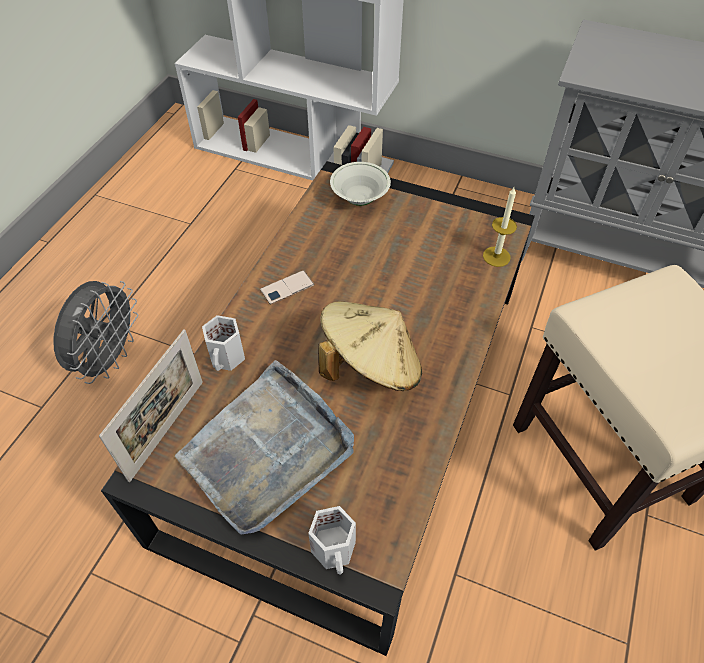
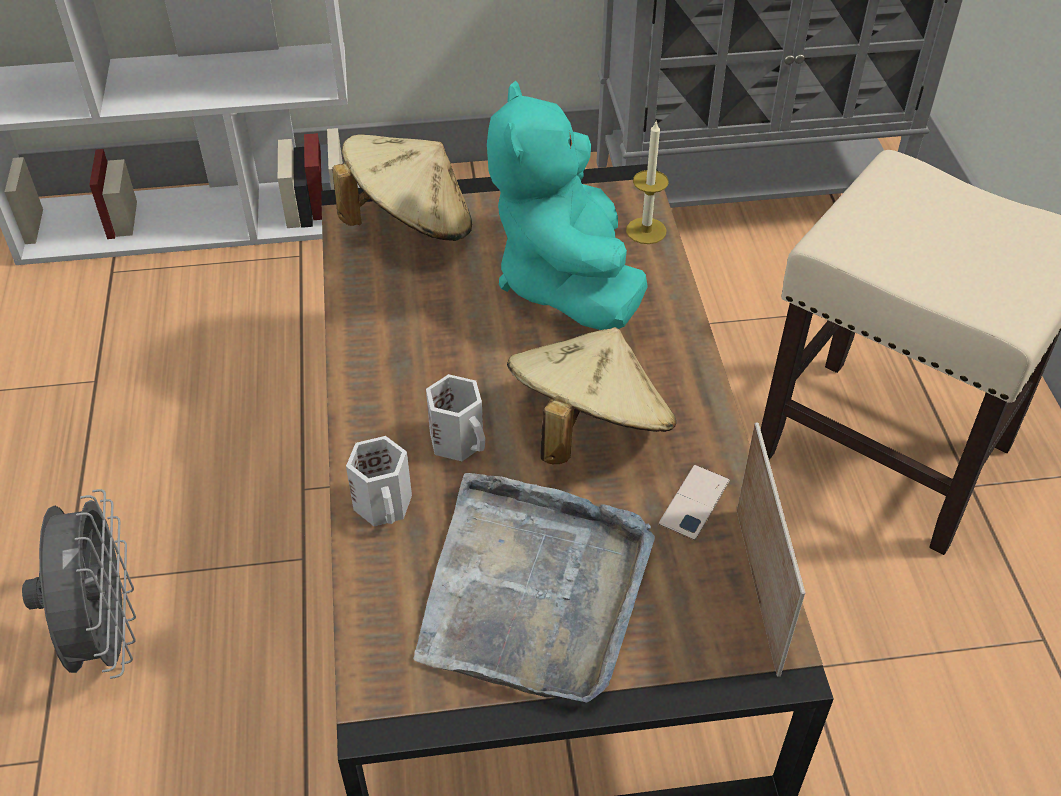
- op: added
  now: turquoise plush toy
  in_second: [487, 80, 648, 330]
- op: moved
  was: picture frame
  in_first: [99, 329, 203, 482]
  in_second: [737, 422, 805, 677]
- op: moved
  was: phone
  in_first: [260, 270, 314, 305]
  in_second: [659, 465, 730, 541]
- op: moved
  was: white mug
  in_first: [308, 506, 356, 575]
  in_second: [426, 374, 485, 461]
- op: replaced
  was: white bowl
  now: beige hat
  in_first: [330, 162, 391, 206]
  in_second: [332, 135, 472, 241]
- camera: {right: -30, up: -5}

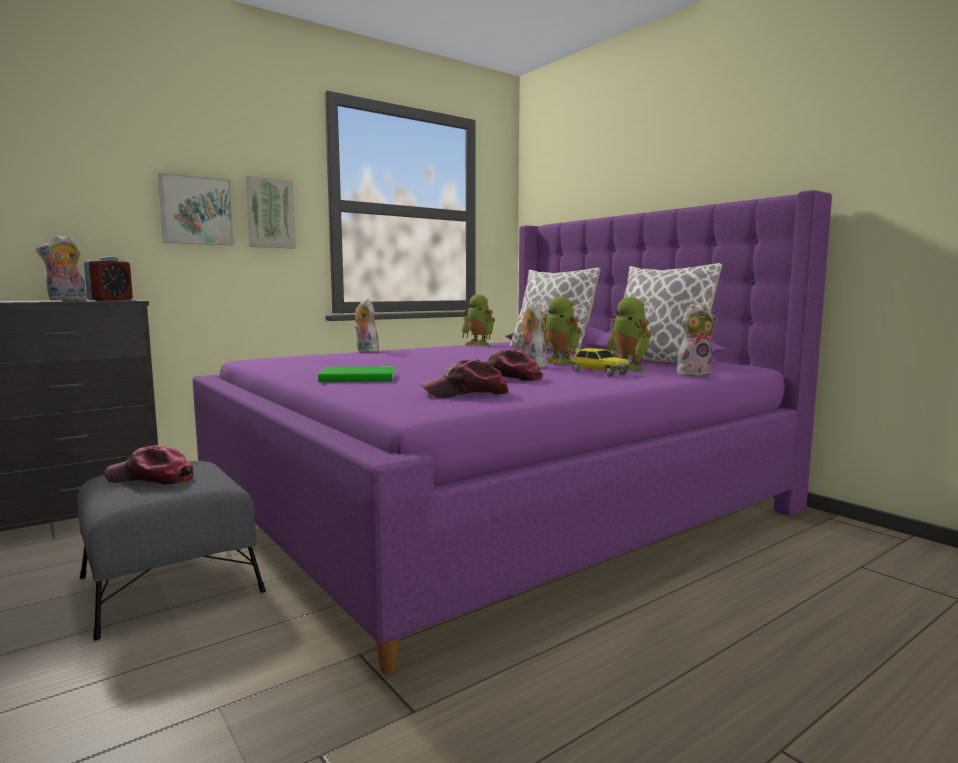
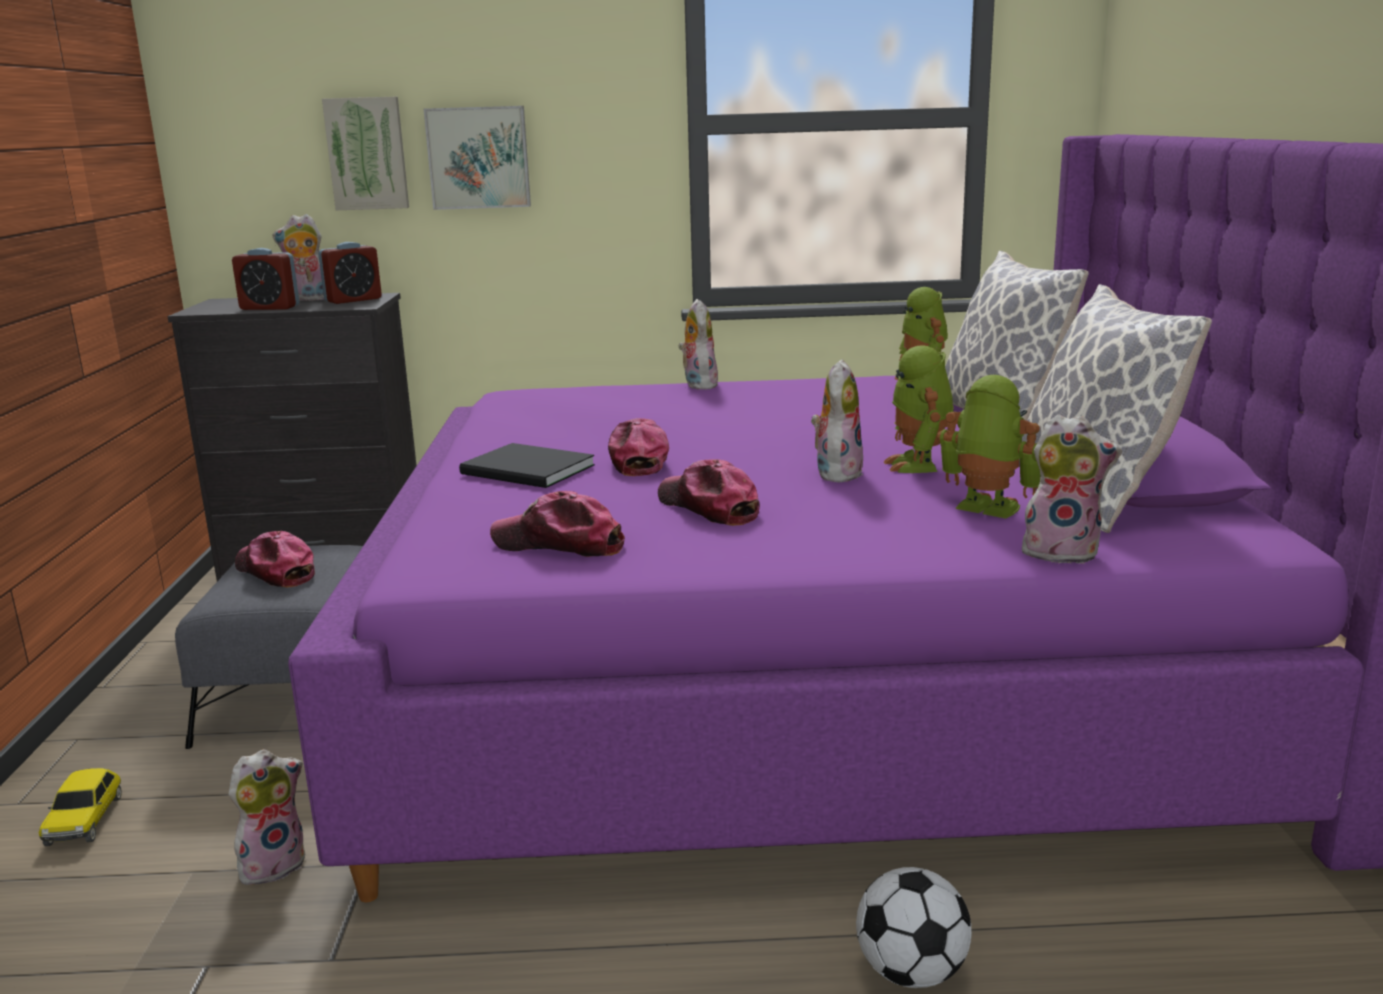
- op: added
  now: plush toy
  in_second: [228, 749, 305, 885]
- op: added
  now: alarm clock
  in_second: [232, 248, 299, 310]
- op: added
  now: cap
  in_second: [608, 418, 669, 476]
- op: added
  now: football
  in_second: [856, 867, 972, 988]
- op: moved
  was: picture
  in_first: [245, 176, 296, 249]
  in_second: [322, 97, 409, 210]
- op: moved
  was: toy car
  in_first: [570, 348, 630, 376]
  in_second: [39, 768, 122, 846]
- op: recoloured
  was: green book
  now: black book
  in_first: [318, 366, 395, 382]
  in_second: [459, 443, 595, 488]
- op: turned
  was: toy robot
  in_first: [607, 297, 652, 371]
  in_second: [937, 375, 1040, 519]
  clockwise: 120
- camera: {right: 35, up: 10}

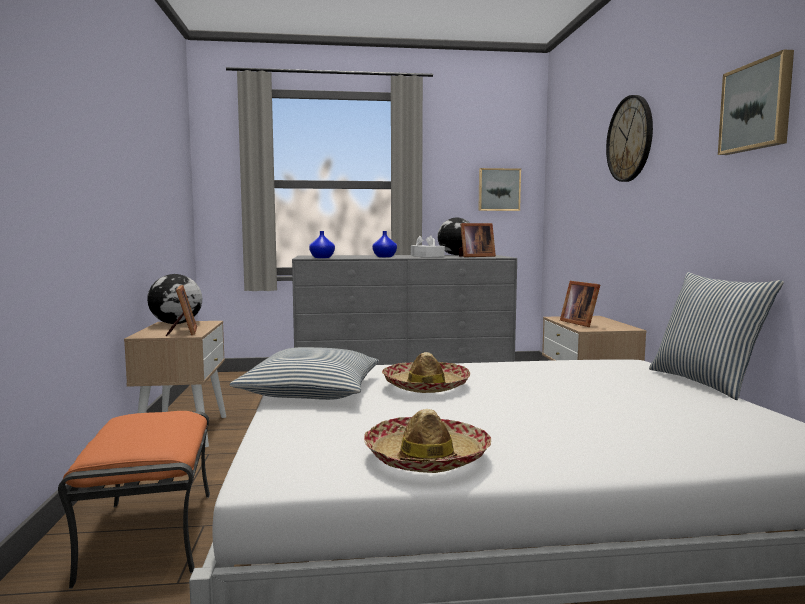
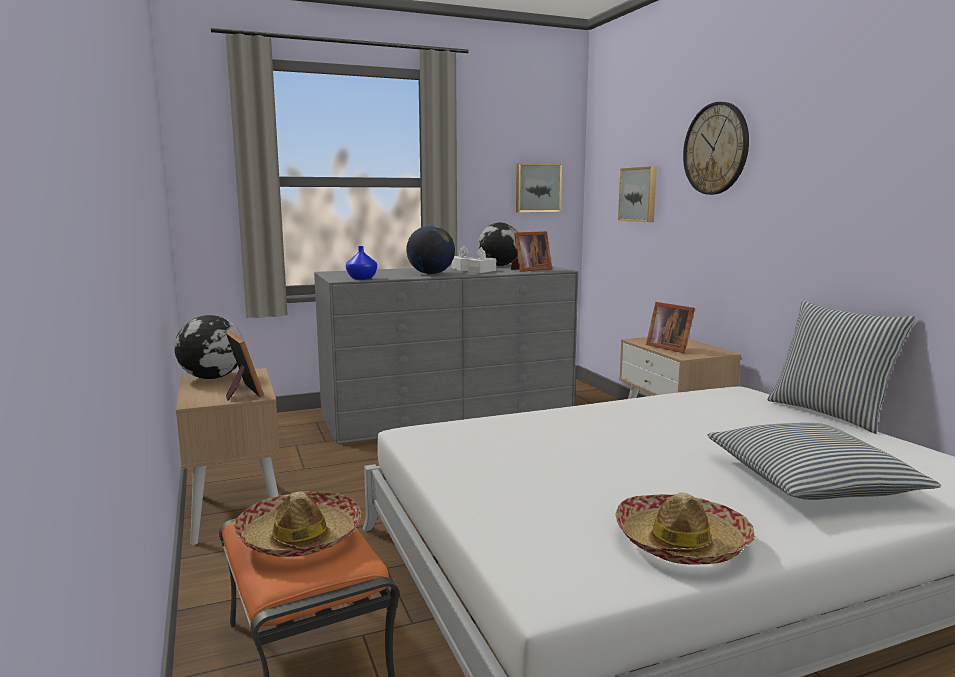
- op: moved
  was: pillow
  in_first: [229, 347, 379, 400]
  in_second: [707, 423, 941, 500]
- op: moved
  was: hat
  in_first: [382, 352, 470, 393]
  in_second: [233, 491, 361, 557]
- op: moved
  was: picture
  in_first: [718, 50, 794, 155]
  in_second: [618, 166, 657, 222]
- op: replaced
  was: blue vase
  now: globe
  in_first: [372, 231, 397, 257]
  in_second: [406, 226, 455, 274]
- camera: {right: -15, up: 5}

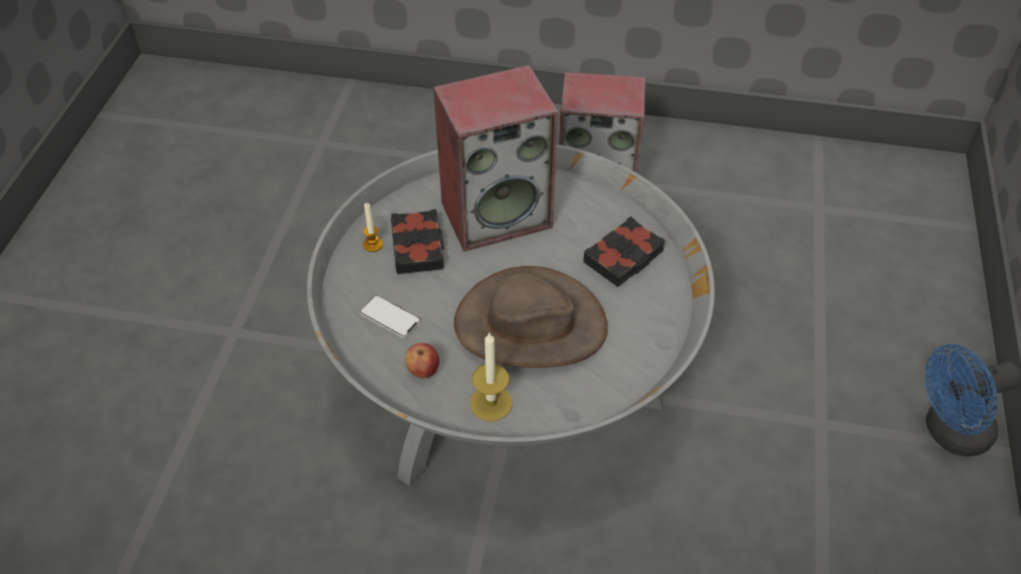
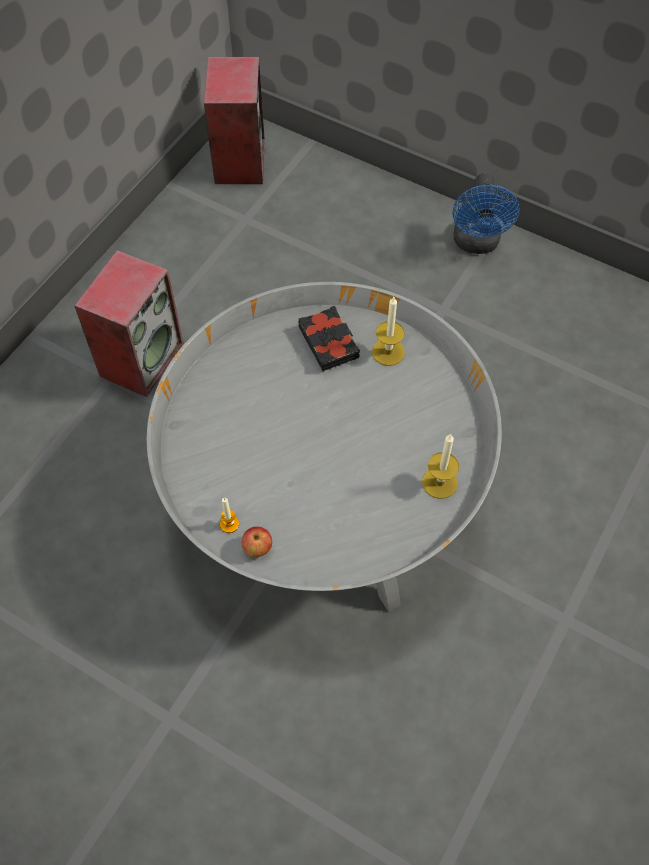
- op: removed
  was: phone
  in_first: [359, 295, 421, 338]
- op: removed
  was: black book
  in_first: [391, 209, 444, 274]
- op: removed
  was: brown hat
  in_first: [454, 266, 608, 368]
- op: added
  now: candle
  in_second: [372, 297, 405, 366]
- op: moved
  was: apple
  in_first: [405, 343, 439, 378]
  in_second: [242, 526, 272, 557]
- op: moved
  was: speaker
  in_first: [433, 65, 558, 252]
  in_second: [204, 57, 265, 184]
- camera: {right: -70, up: 10}

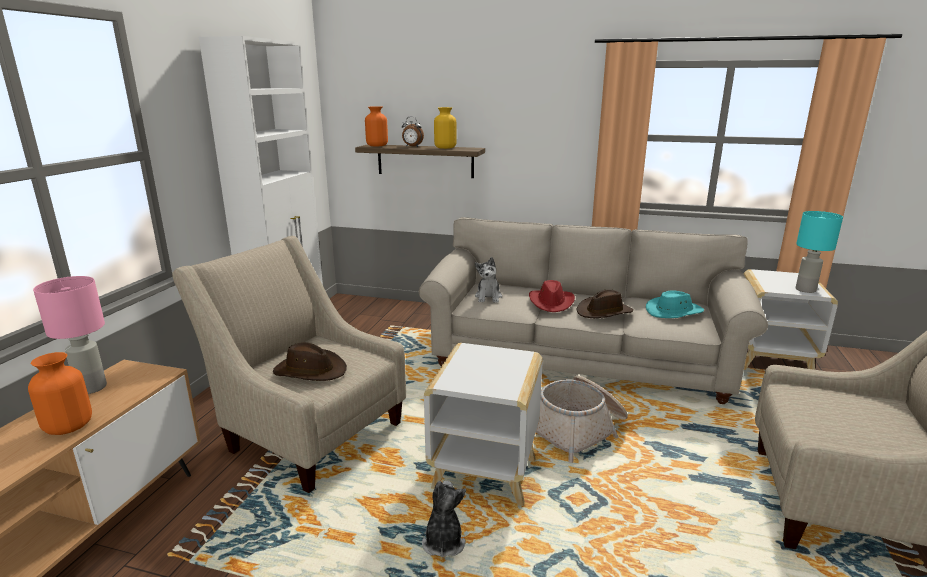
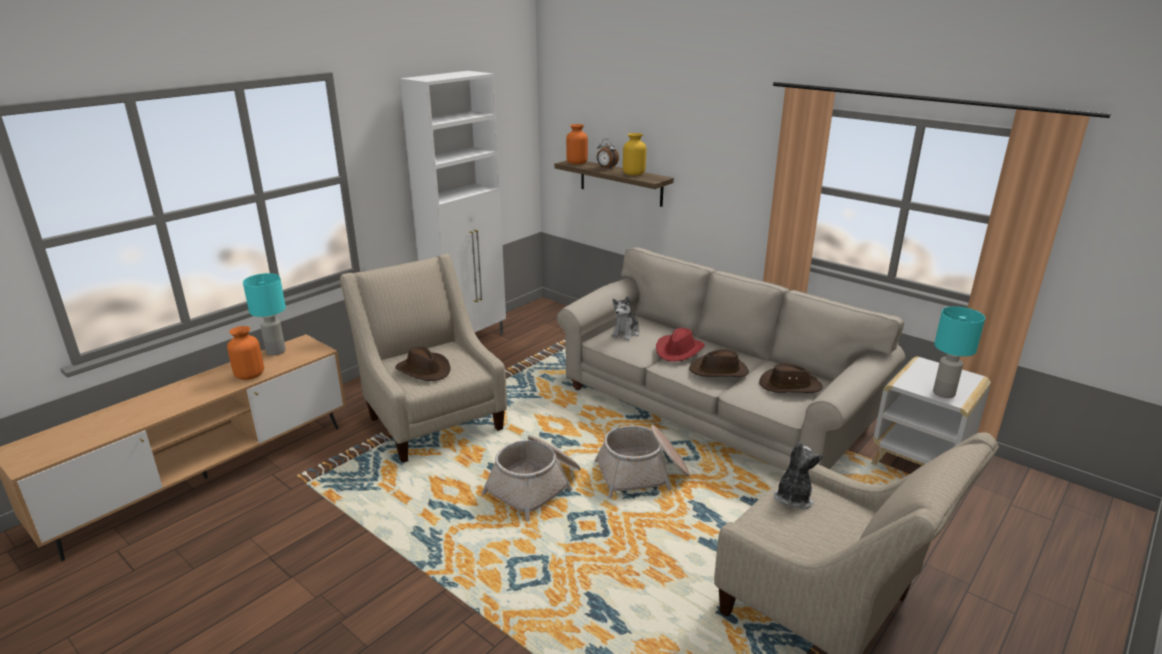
- op: moved
  was: plush toy
  in_first: [422, 481, 466, 557]
  in_second: [774, 442, 823, 510]
- op: replaced
  was: white side table
  now: basket
  in_first: [424, 343, 543, 506]
  in_second: [481, 435, 580, 521]
- op: recoloured
  was: pink table lamp
  now: turquoise table lamp
  in_first: [33, 276, 107, 394]
  in_second: [243, 273, 286, 355]
- op: recoloured
  was: turquoise hat
  now: brown hat
  in_first: [646, 291, 704, 318]
  in_second: [759, 363, 823, 393]
- camera: {right: 25, up: 5}

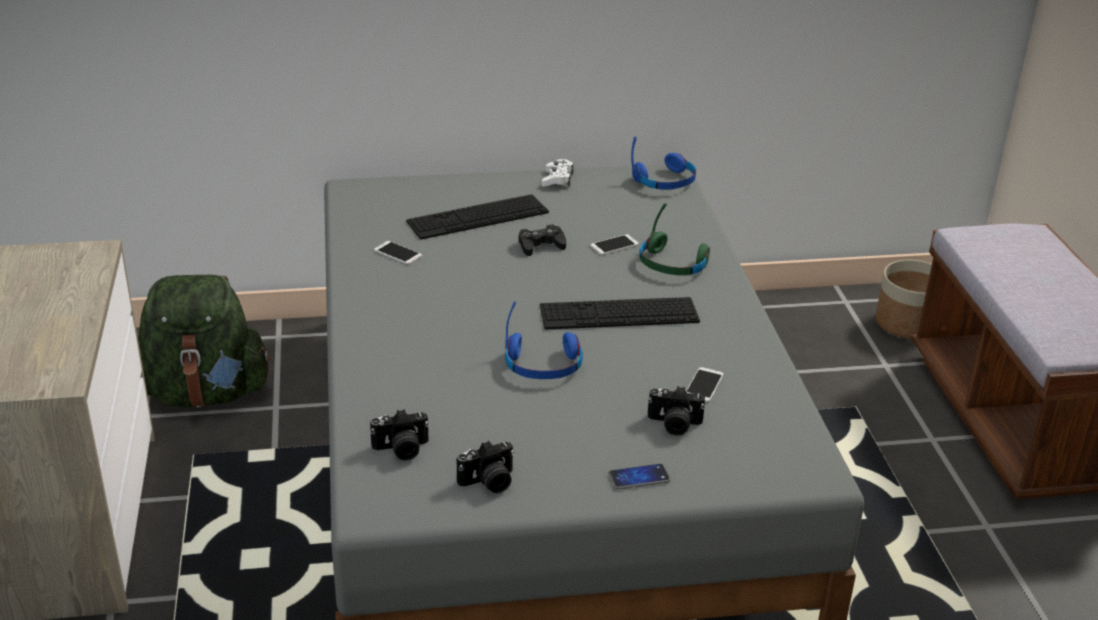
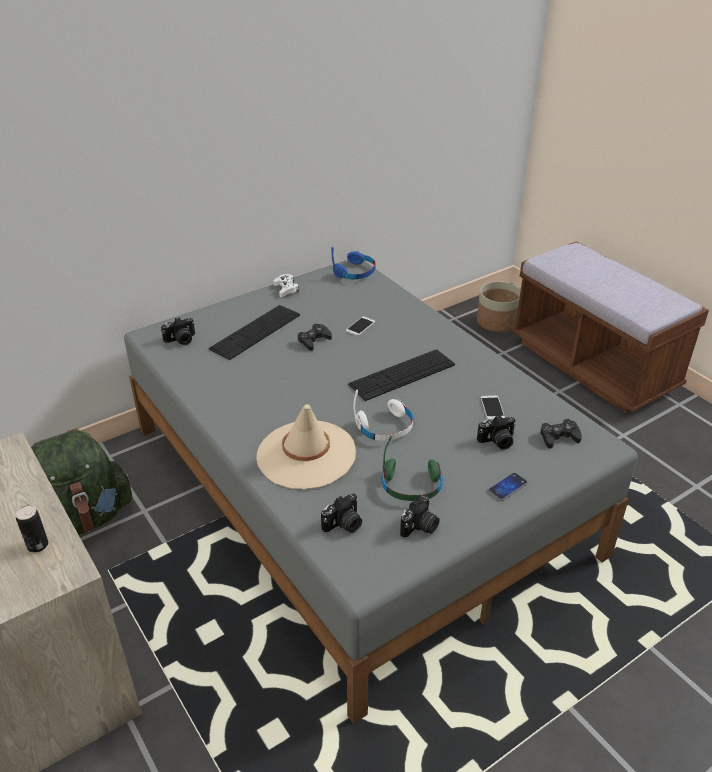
- op: removed
  was: phone
  in_first: [374, 241, 422, 265]
- op: added
  now: can
  in_second: [15, 505, 48, 552]
- op: added
  now: photo camera
  in_second: [161, 317, 195, 345]
- op: added
  now: beige hat
  in_second: [257, 404, 356, 489]
- op: added
  now: black game controller
  in_second: [540, 419, 582, 449]
- op: moved
  was: green headphones
  in_first: [639, 203, 710, 275]
  in_second: [382, 436, 443, 501]
- op: recoloured
  was: blue headphones
  now: white headphones
  in_first: [505, 301, 583, 379]
  in_second: [354, 390, 414, 441]
- camera: {right: -25, up: 5}

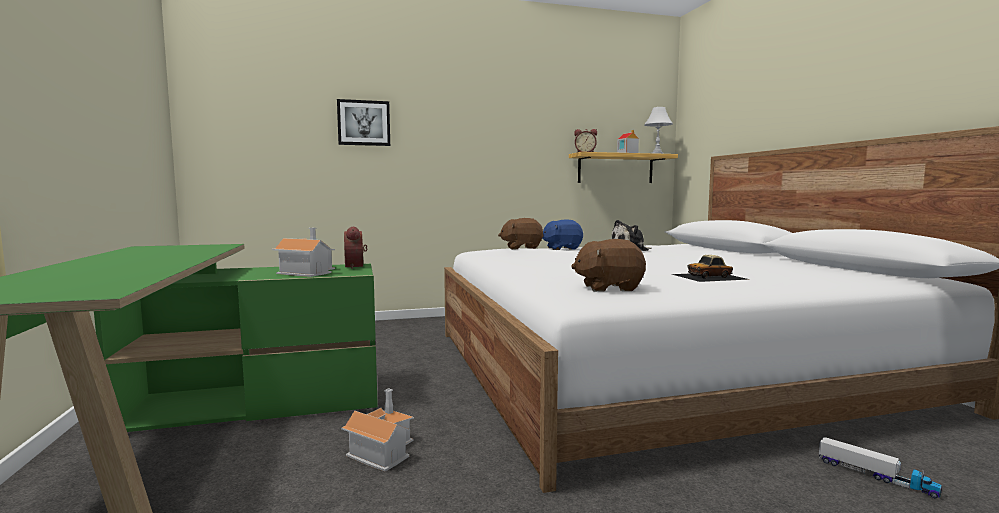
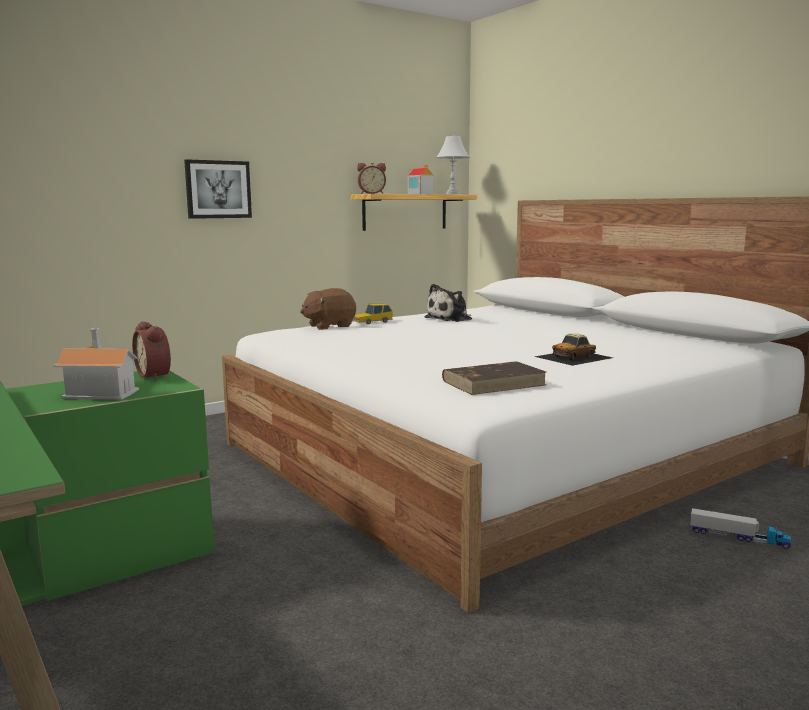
- op: removed
  was: toy house
  in_first: [341, 388, 414, 471]
- op: moved
  was: picture
  in_first: [337, 99, 390, 146]
  in_second: [184, 159, 252, 219]
- op: replaced
  was: blue plush toy
  now: toy car
  in_first: [542, 219, 583, 250]
  in_second: [353, 303, 393, 324]
- op: replaced
  was: brown plush toy
  now: brown book
  in_first: [571, 239, 646, 292]
  in_second: [442, 361, 546, 395]
- camera: {right: -20, up: 5}

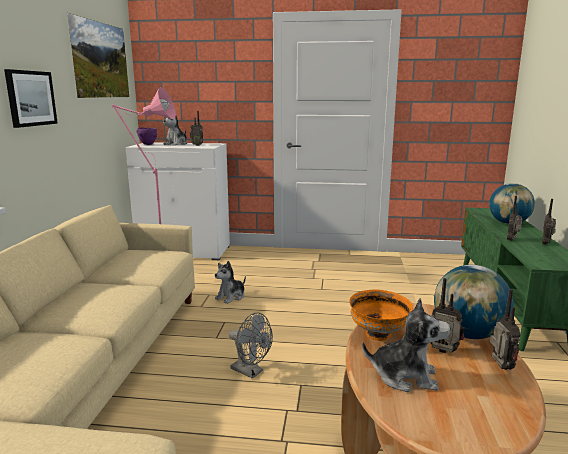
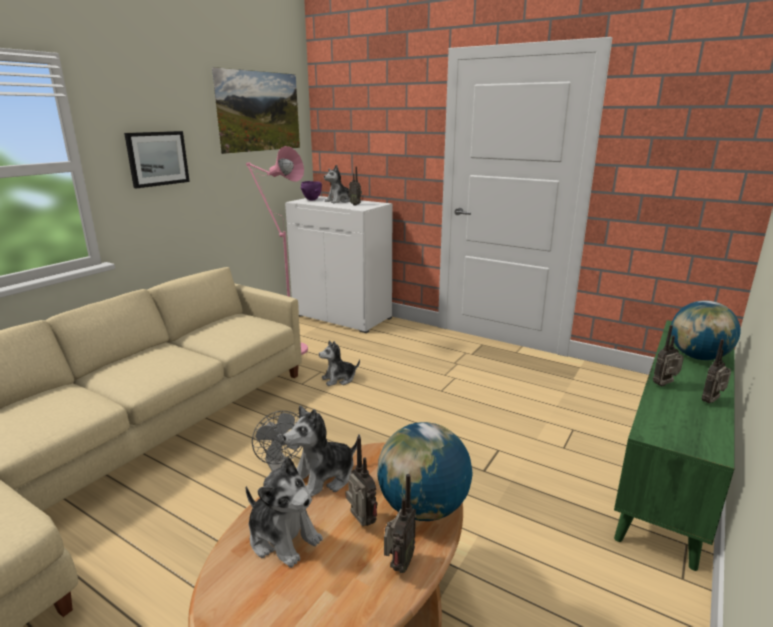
- op: replaced
  was: orange bowl
  now: plush toy
  in_first: [349, 290, 413, 341]
  in_second: [283, 406, 360, 497]
- camera: {right: 25, up: 5}

